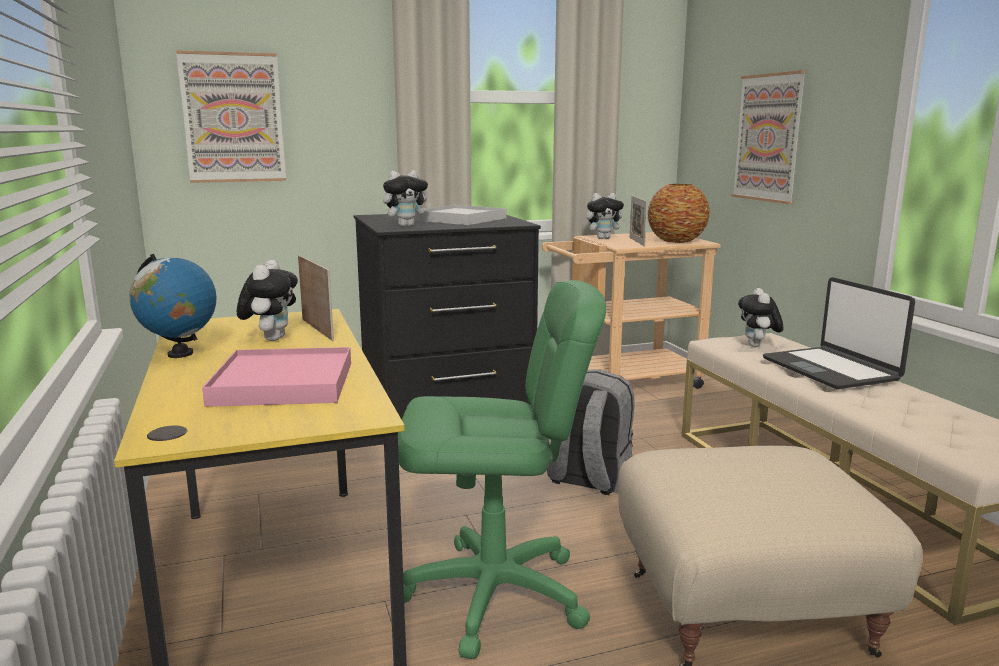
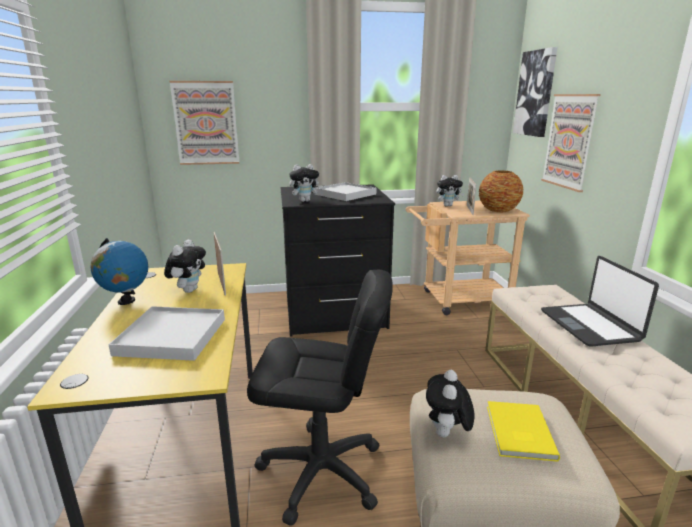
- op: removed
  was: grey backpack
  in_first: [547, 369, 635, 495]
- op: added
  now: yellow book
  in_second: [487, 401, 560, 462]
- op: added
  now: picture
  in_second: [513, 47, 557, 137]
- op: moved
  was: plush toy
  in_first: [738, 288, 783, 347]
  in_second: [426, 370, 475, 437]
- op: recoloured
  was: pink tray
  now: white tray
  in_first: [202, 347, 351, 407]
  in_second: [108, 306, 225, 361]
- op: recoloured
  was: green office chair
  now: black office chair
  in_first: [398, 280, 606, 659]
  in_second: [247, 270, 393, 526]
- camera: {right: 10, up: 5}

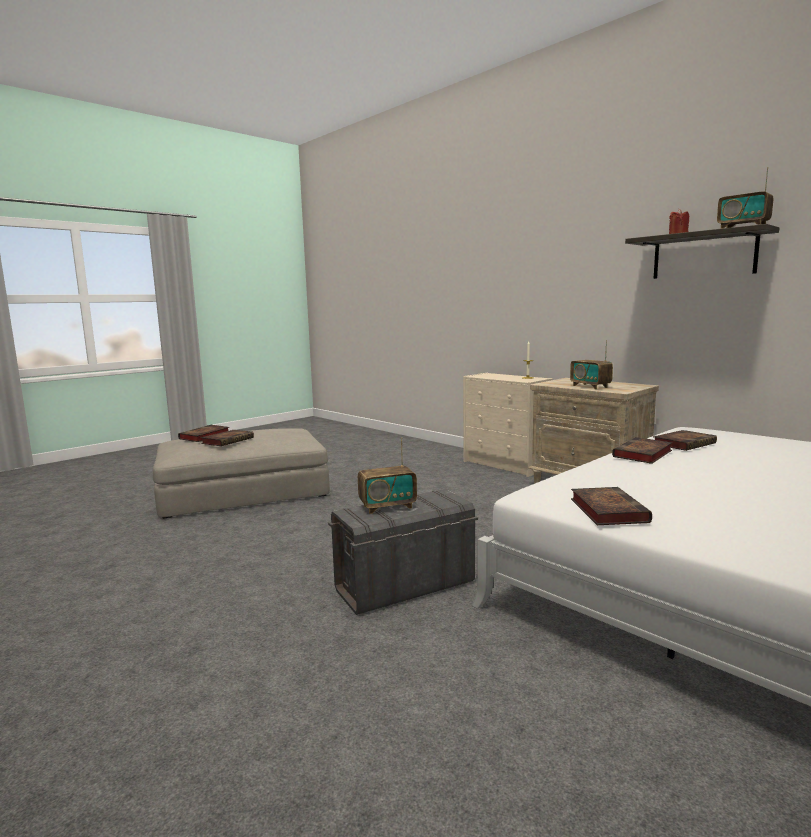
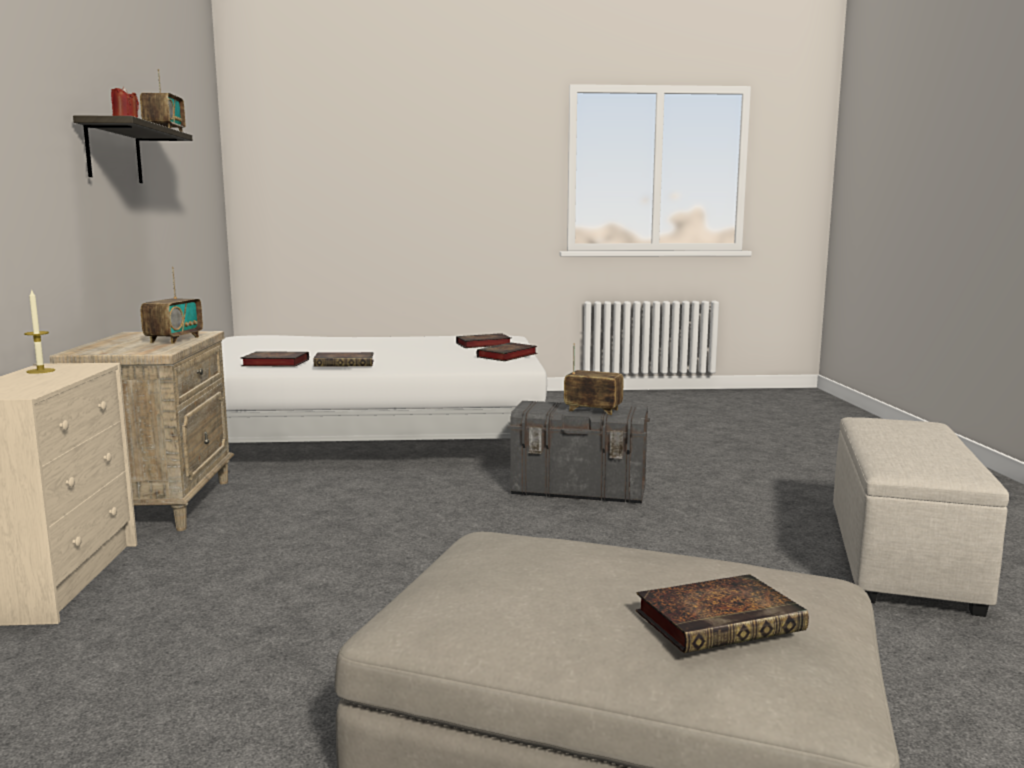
- op: added
  now: beige ottoman
  in_second: [833, 417, 1009, 617]
- op: moved
  was: book
  in_first: [201, 430, 254, 446]
  in_second: [456, 333, 511, 348]
- camera: {right: -140, up: 0}

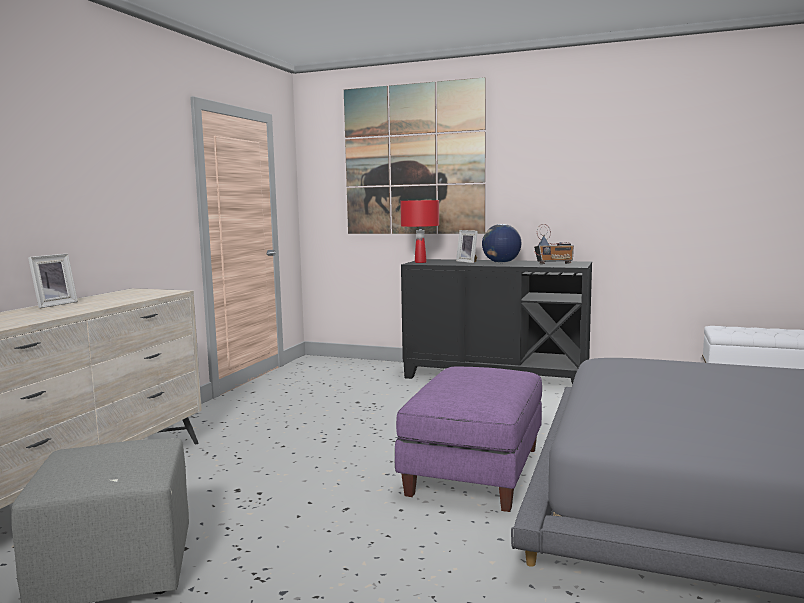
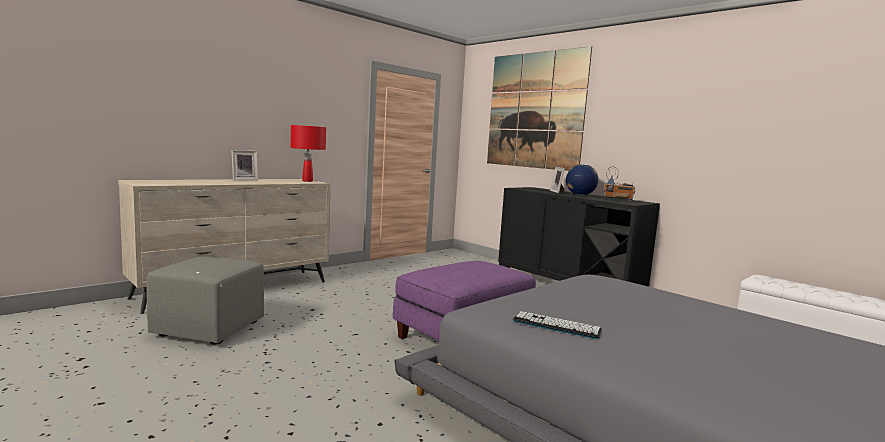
- op: added
  now: keyboard
  in_second: [513, 311, 602, 339]
- op: moved
  was: red table lamp
  in_first: [400, 200, 439, 263]
  in_second: [291, 125, 326, 182]
- camera: {right: 25, up: 0}

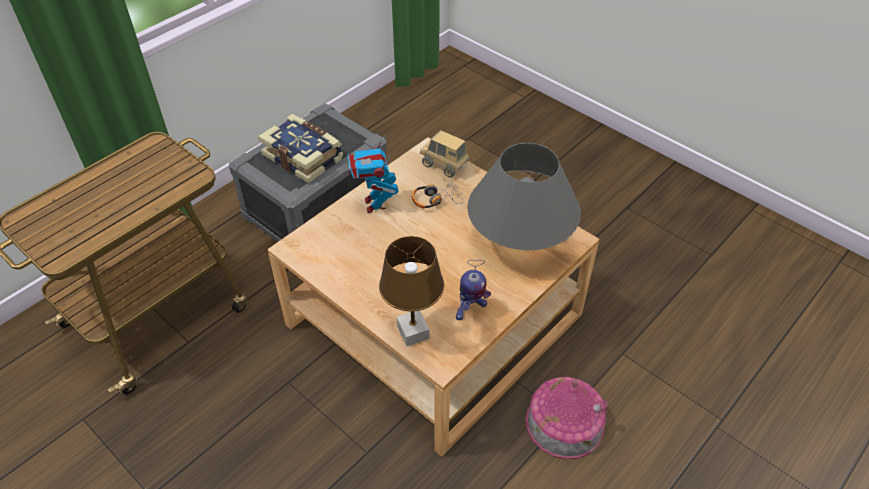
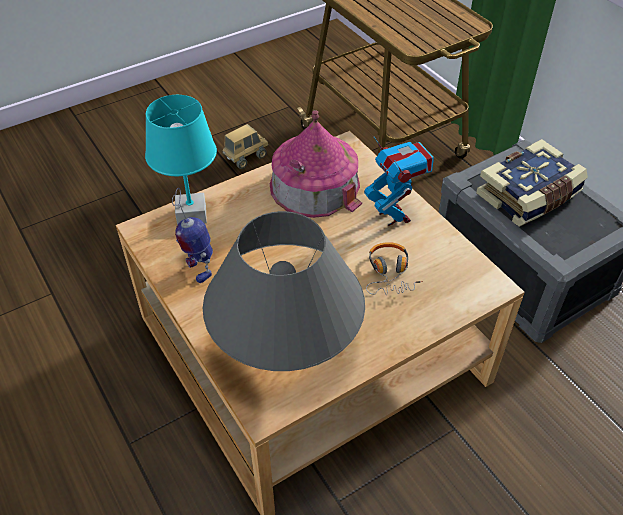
- op: moved
  was: toy truck
  in_first: [420, 130, 469, 178]
  in_second: [222, 124, 269, 169]
- op: moved
  was: toy house
  in_first: [525, 377, 607, 459]
  in_second: [270, 110, 362, 218]
- op: recoloured
  was: brown table lamp
  now: turquoise table lamp
  in_first: [379, 236, 444, 346]
  in_second: [145, 95, 217, 225]
- op: turned
  was: toy robot
  in_first: [347, 135, 398, 213]
  in_second: [364, 136, 434, 226]
  clockwise: 60
- camera: {right: 105, up: 0}

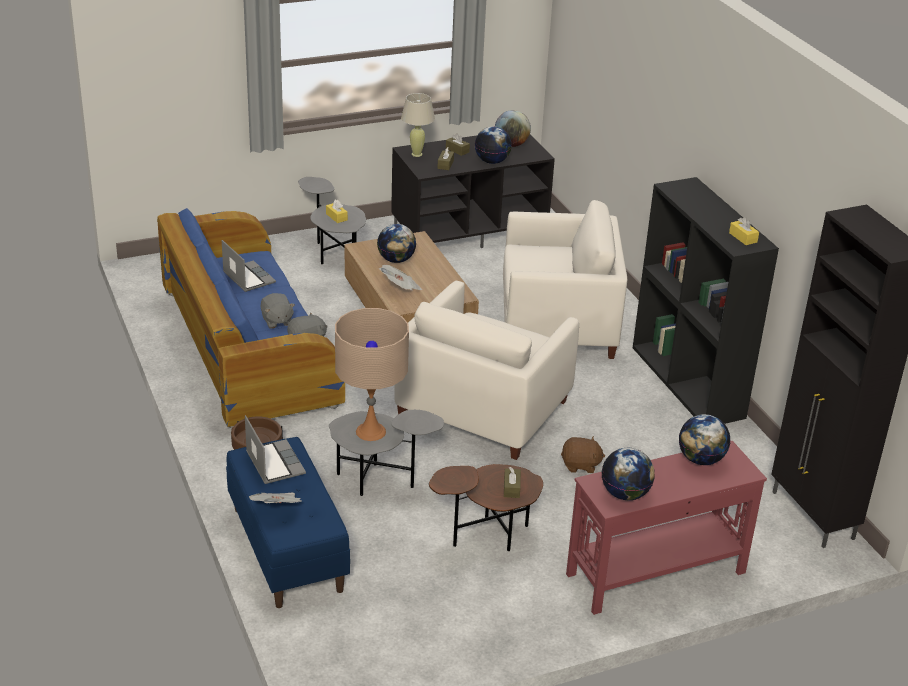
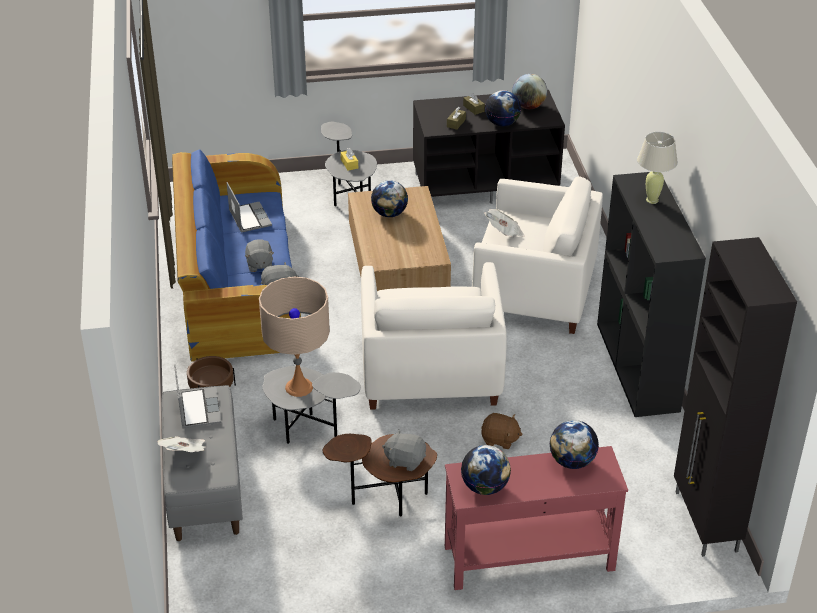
- op: removed
  was: yellow tissue box
  in_first: [729, 217, 759, 245]
- op: moved
  was: newspaper
  in_first: [379, 265, 423, 291]
  in_second: [484, 209, 525, 237]
- op: moved
  was: beige table lamp
  in_first: [401, 93, 435, 157]
  in_second: [637, 132, 678, 204]
- op: replaced
  was: brown tissue box
  now: grey plush toy
  in_first: [504, 467, 521, 498]
  in_second: [382, 430, 426, 471]
- op: recoloured
  was: blue bench
  now: grey bench
  in_first: [226, 437, 350, 608]
  in_second: [161, 385, 243, 541]
- op: turned
  was: white armchair
  in_first: [395, 281, 579, 460]
  in_second: [361, 262, 507, 410]
  clockwise: -45
- camera: {right: 15, up: 5}

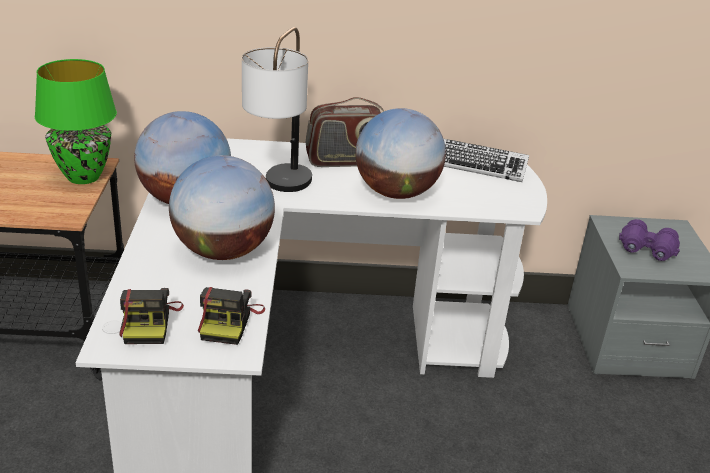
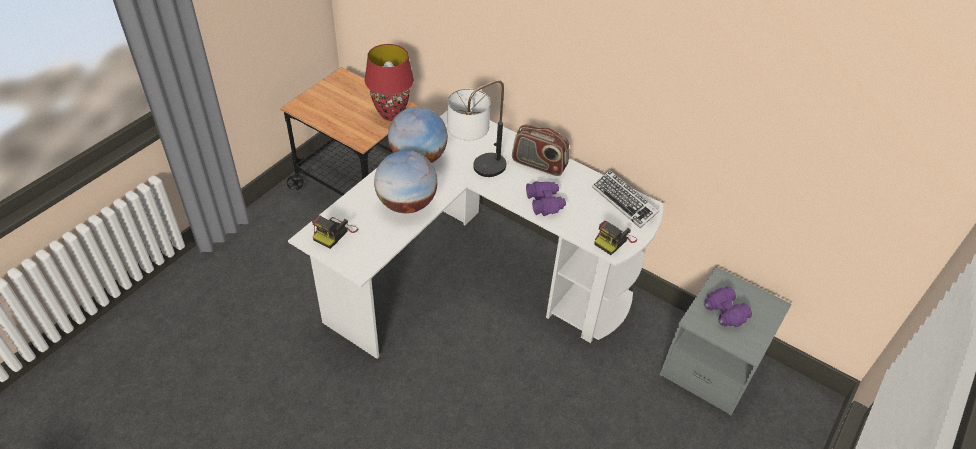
- op: moved
  was: photo camera
  in_first: [198, 287, 265, 345]
  in_second: [594, 221, 637, 255]
- op: replaced
  was: globe
  now: purple binoculars
  in_first: [355, 108, 446, 199]
  in_second: [526, 181, 566, 216]
- op: recoloured
  was: green table lamp
  now: red table lamp
  in_first: [35, 59, 117, 184]
  in_second: [365, 44, 414, 121]
- camera: {right: 35, up: 15}

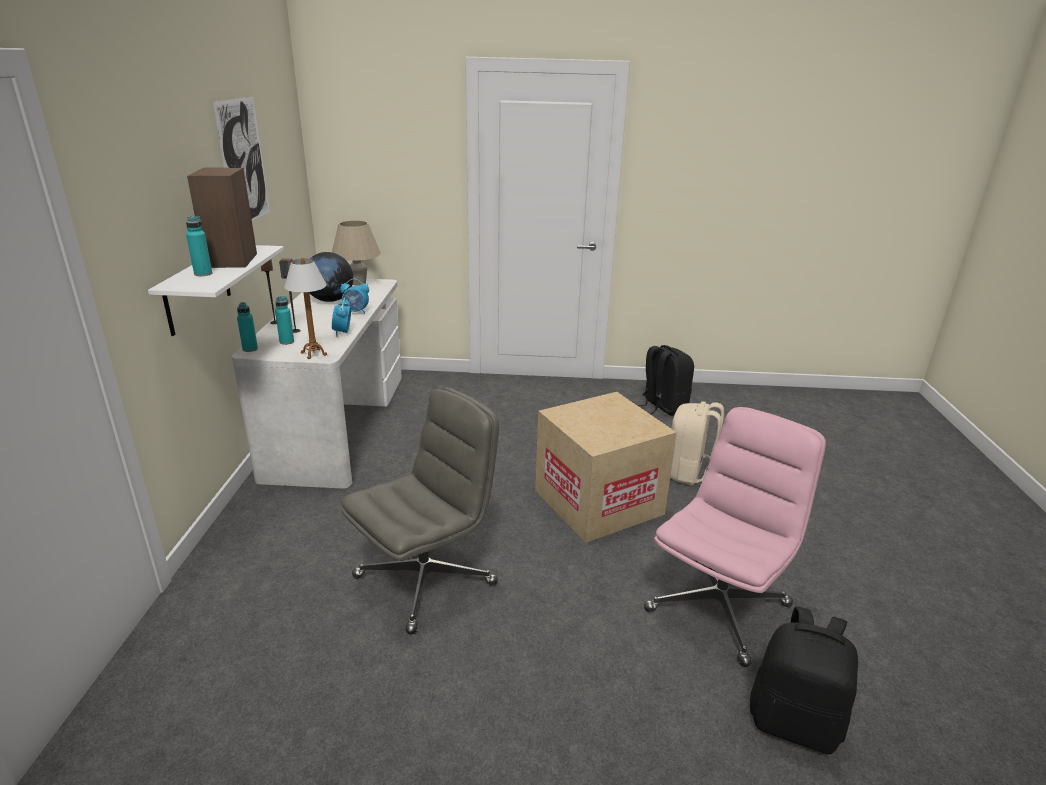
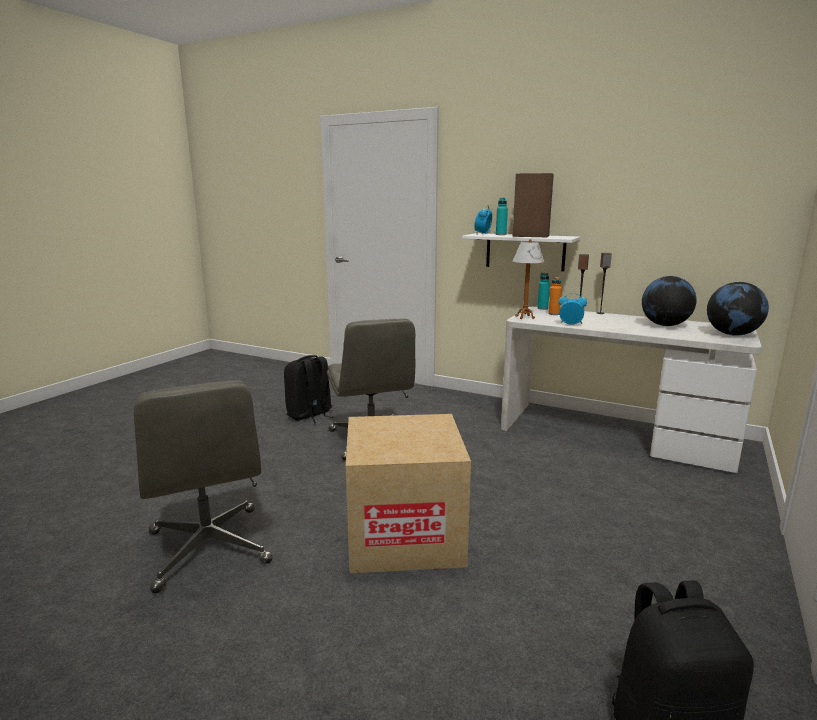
- op: removed
  was: picture
  in_first: [213, 97, 270, 221]
- op: removed
  was: beige backpack
  in_first: [670, 402, 724, 485]
- op: moved
  was: alarm clock
  in_first: [340, 279, 369, 314]
  in_second: [474, 205, 492, 234]
- op: moved
  was: black backpack
  in_first: [750, 606, 858, 754]
  in_second: [284, 355, 334, 423]
- op: replaced
  was: beige table lamp
  now: globe
  in_first: [332, 220, 381, 286]
  in_second: [707, 282, 769, 336]
- op: recoloured
  was: turquoise bottle
  now: orange bottle
  in_first: [275, 296, 294, 345]
  in_second: [548, 277, 562, 315]
- op: recoloured
  was: pink office chair
  now: grey office chair
  in_first: [644, 407, 826, 667]
  in_second: [134, 380, 272, 593]
- camera: {right: 115, up: -10}

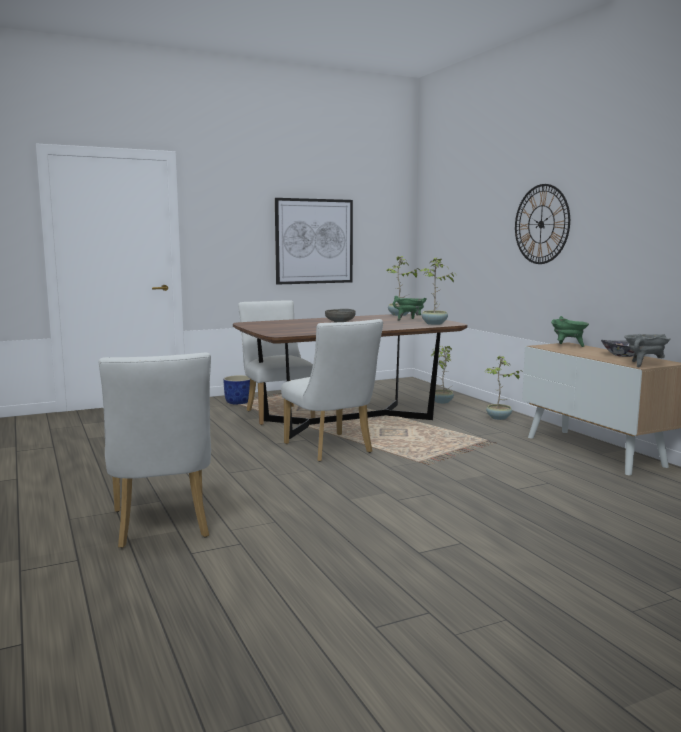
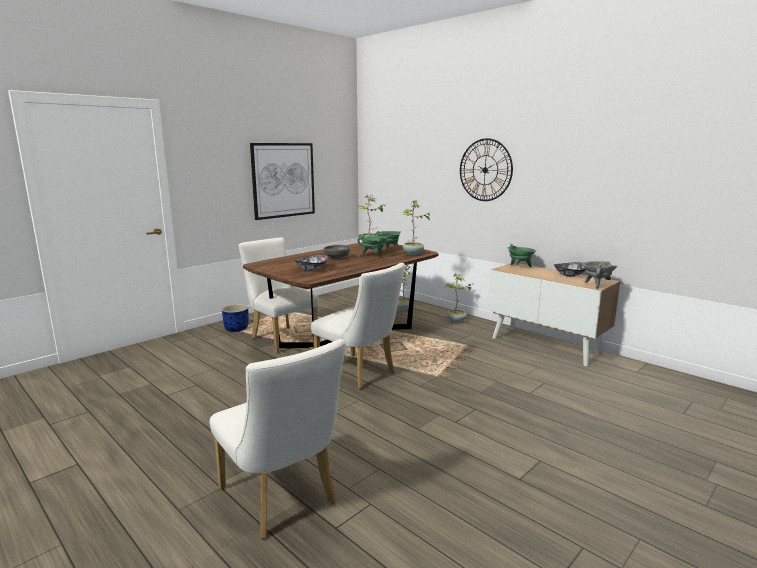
- op: added
  now: bowl
  in_second: [294, 254, 329, 271]
- op: added
  now: green cooking pot
  in_second: [358, 234, 388, 256]
- camera: {right: -20, up: 5}

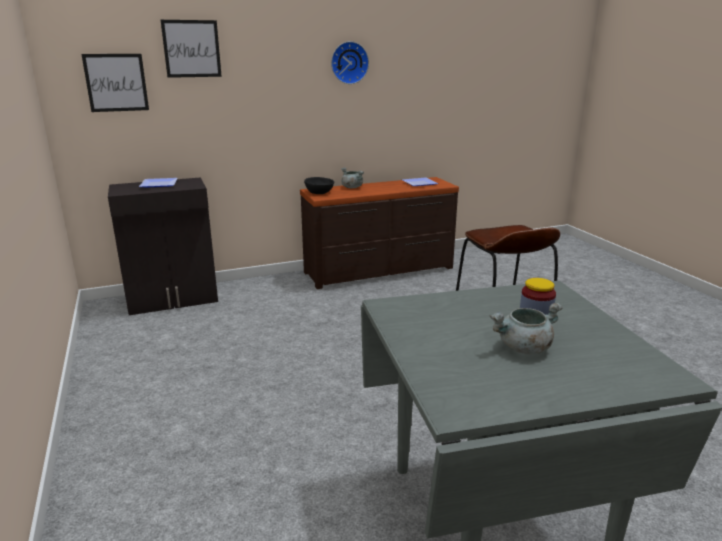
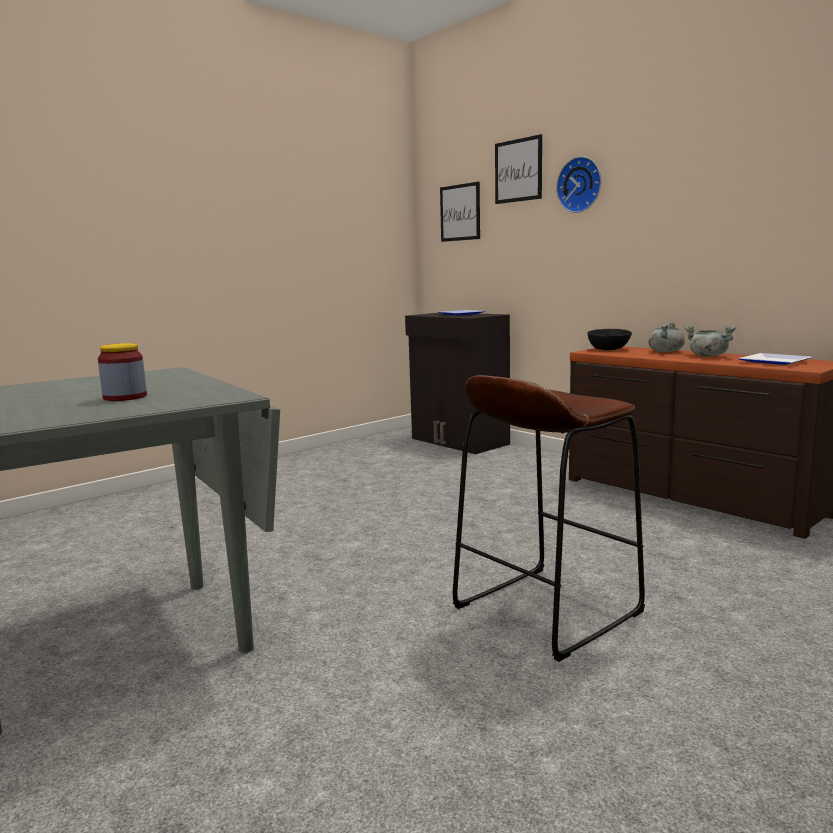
- op: moved
  was: wall clock
  in_first: [331, 41, 369, 84]
  in_second: [556, 156, 601, 213]
- op: moved
  was: grey cooking pot
  in_first: [490, 302, 563, 354]
  in_second: [684, 325, 736, 357]
- camera: {right: 70, up: -10}

